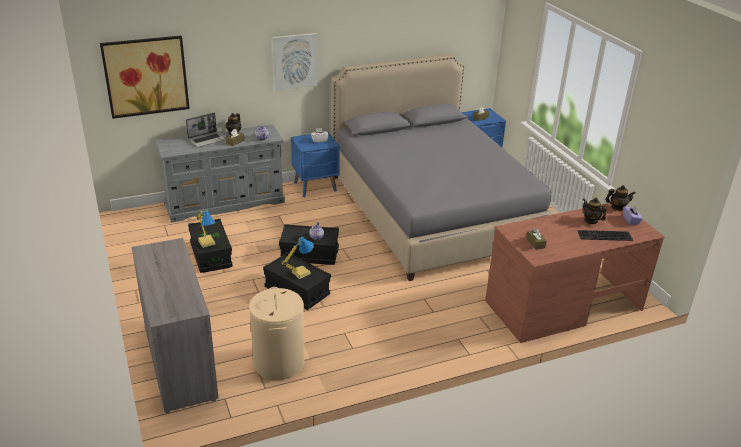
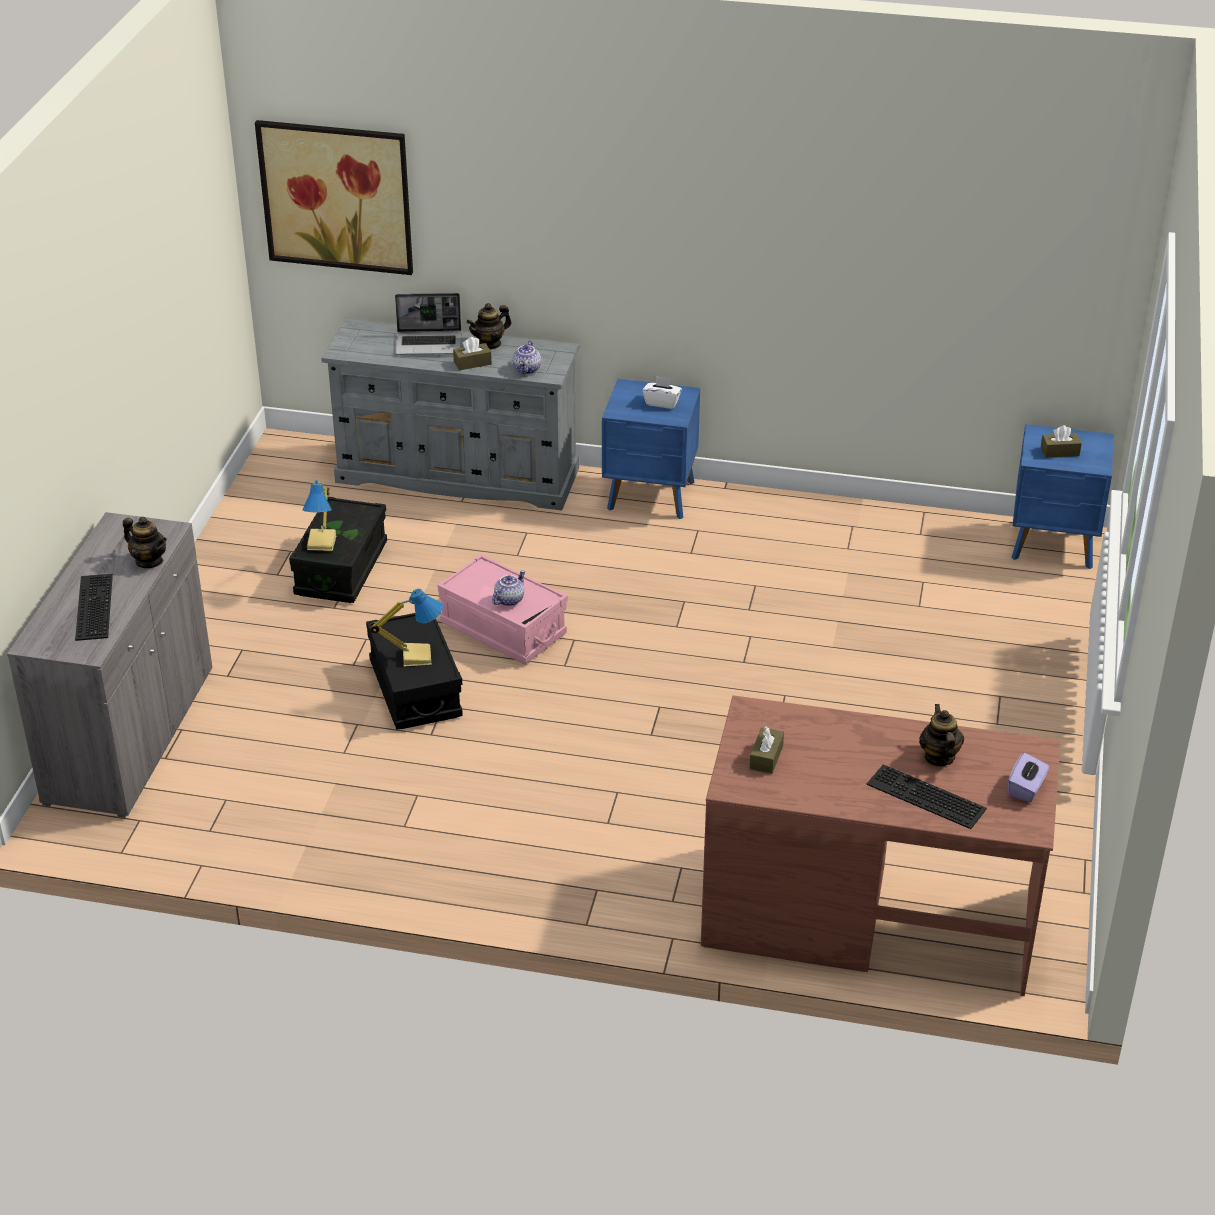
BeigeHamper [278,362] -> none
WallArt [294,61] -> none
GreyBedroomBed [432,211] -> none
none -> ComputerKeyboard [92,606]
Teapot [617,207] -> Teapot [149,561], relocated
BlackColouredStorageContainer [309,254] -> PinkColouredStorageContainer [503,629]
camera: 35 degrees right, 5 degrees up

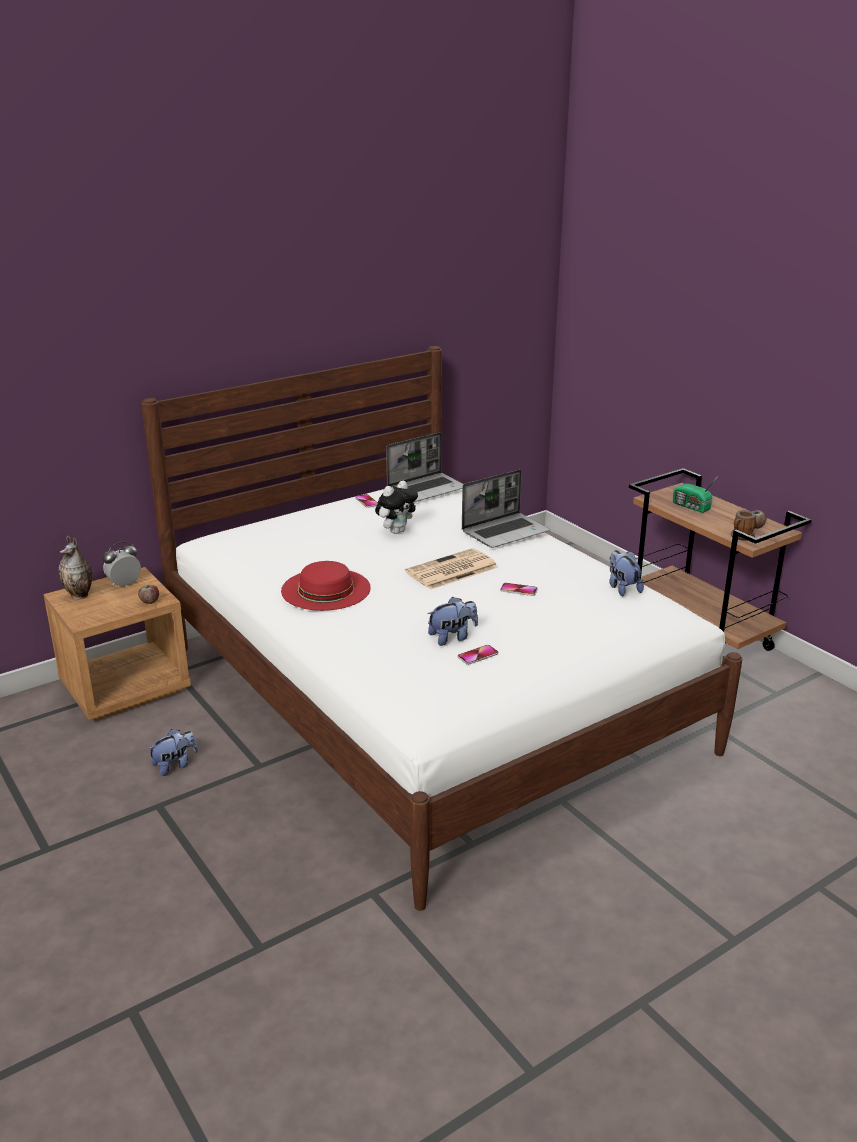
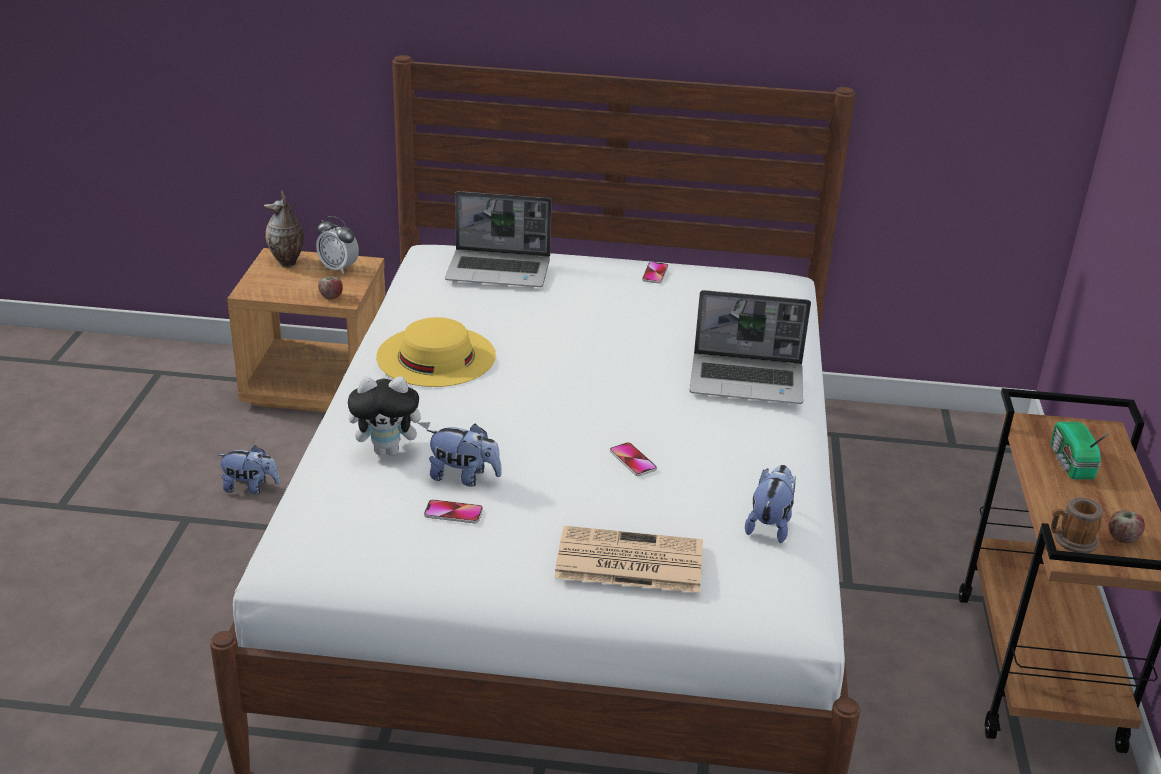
CuddlyToy [396,531] -> CuddlyToy [389,450], relocated
NotebookComputer [427,489] -> NotebookComputer [500,271], relocated
Newspaper [451,570] -> Newspaper [627,561], relocated
RedColouredClothingHat [325,589] -> YellowClothingHat [436,356]
AlarmClock [124,584] -> AlarmClock [338,268], 150 degrees counterclockwise
camera: 40 degrees right, 5 degrees up

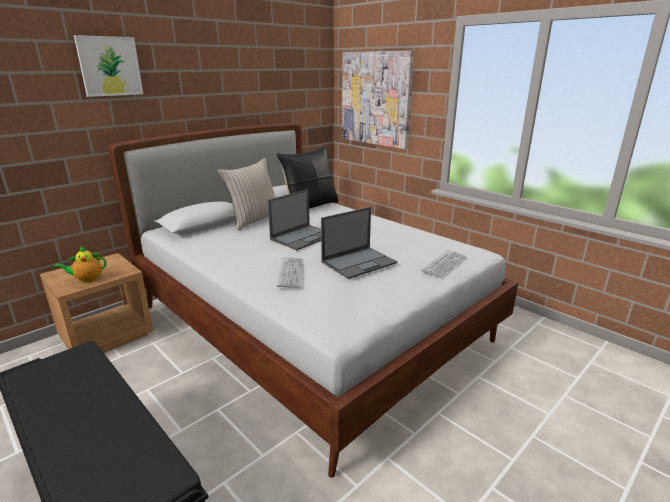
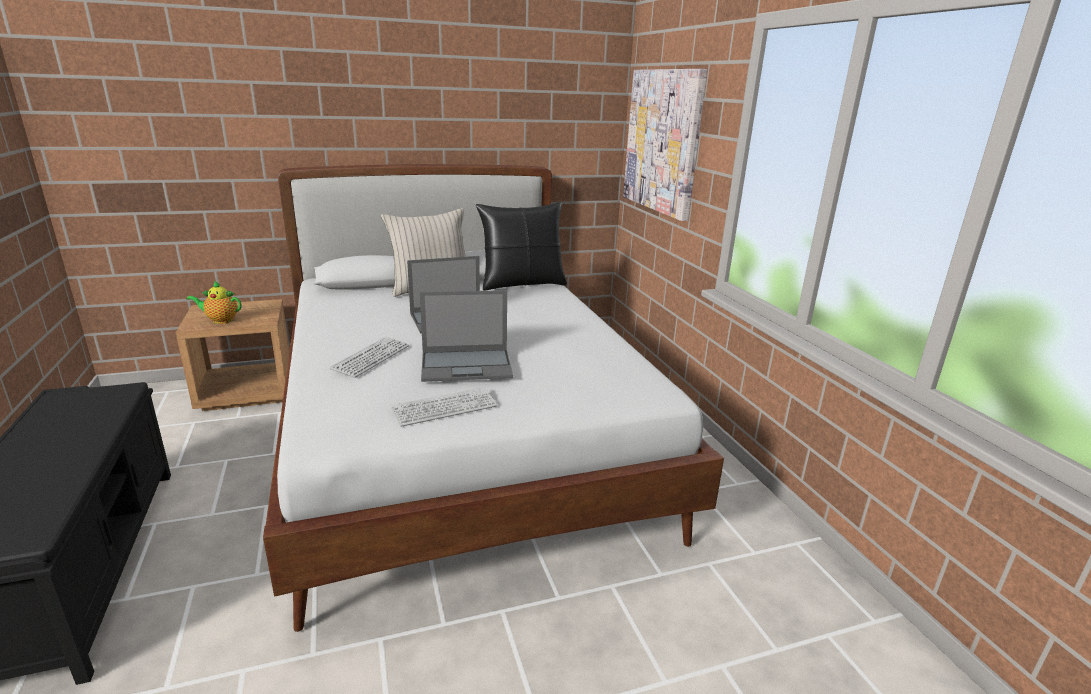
WallArt [110,66] -> none
ComputerKeyboard [444,264] -> ComputerKeyboard [444,408], relocated
camera: 25 degrees right, 0 degrees up

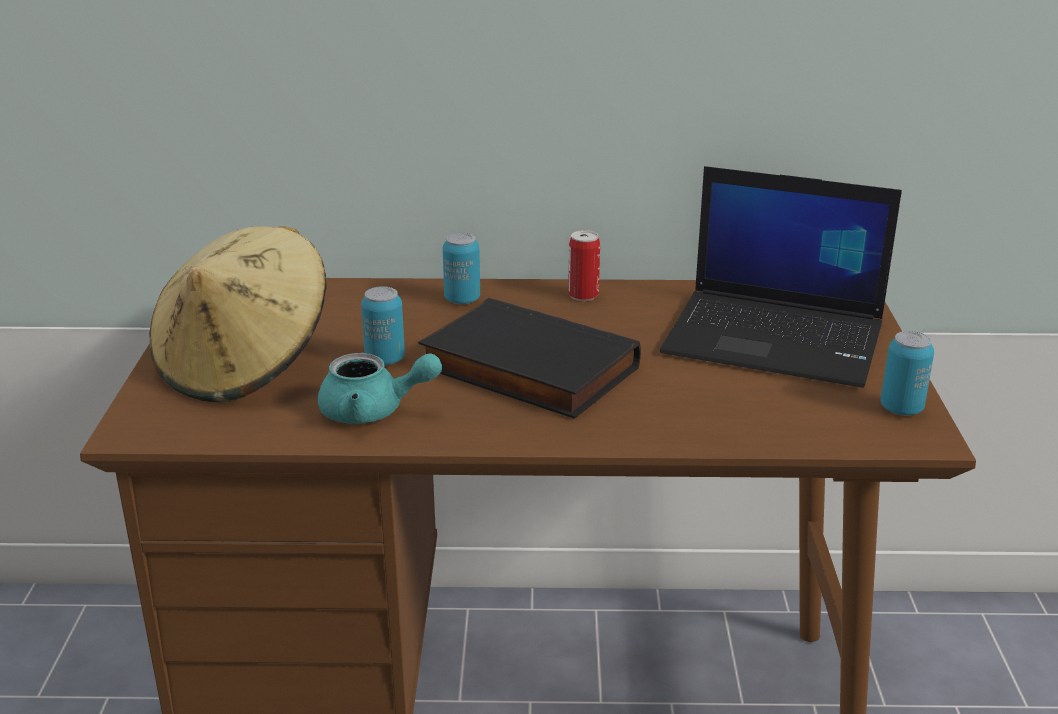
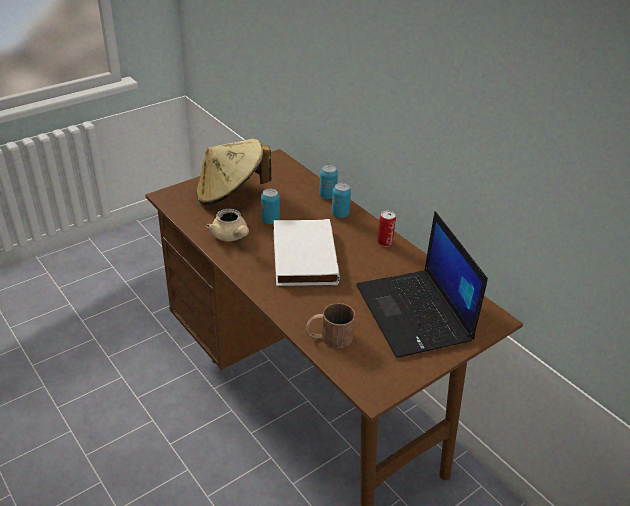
none -> BrownColouredMug [329,337]
MetalCan [901,408] -> MetalCan [327,195], relocated
TurquoiseColouredTeapot [373,411] -> BeigeTeapot [231,236]
BlackColouredBook [525,369] -> WhitishBook [302,256]
camera: 50 degrees right, 10 degrees up

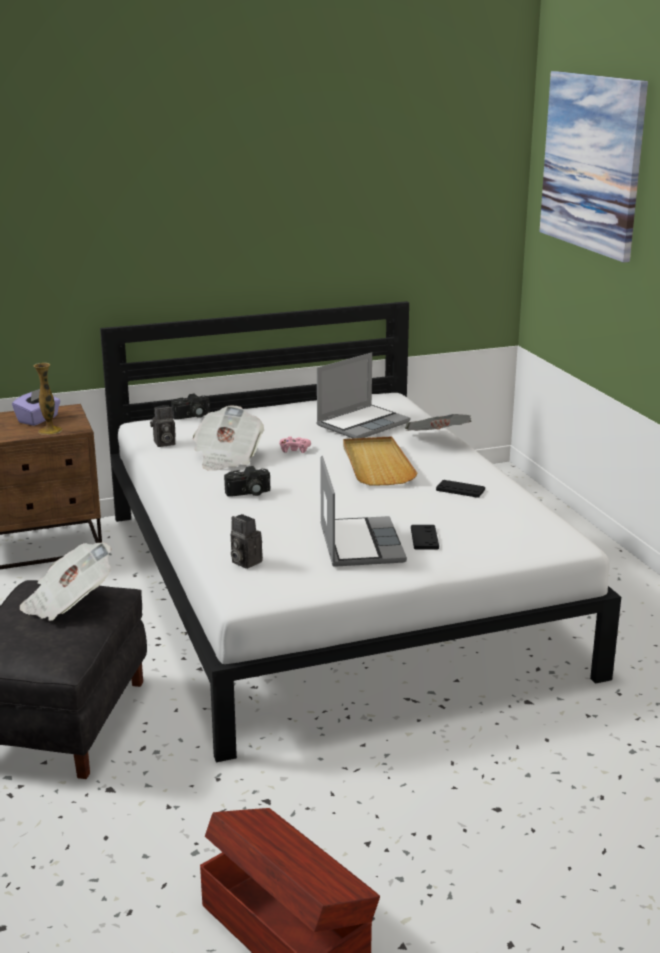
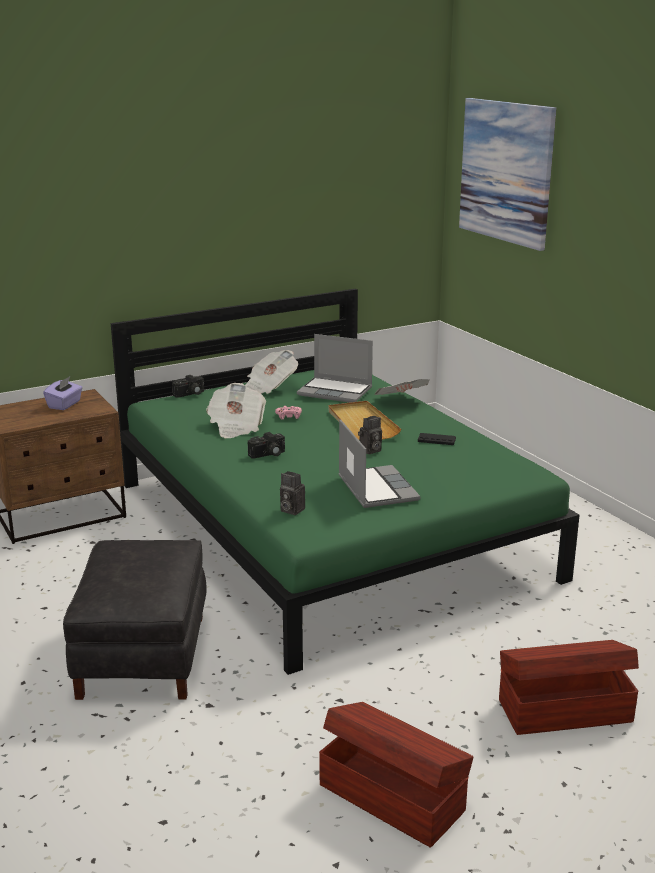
Vase [50,430] -> none
BlackColouredJoypad [424,538] -> none
none -> BrownColouredStorageContainer [563,709]
Newspaper [68,603] -> Newspaper [269,387], relocated
PhotoCamera [163,443] -> PhotoCamera [370,450], relocated
WhitishBedroomBed [331,588] -> GreenBedroomBed [328,528]
NotebookComputer [363,423] -> NotebookComputer [336,391], 75 degrees clockwise
camera: 10 degrees left, 0 degrees up

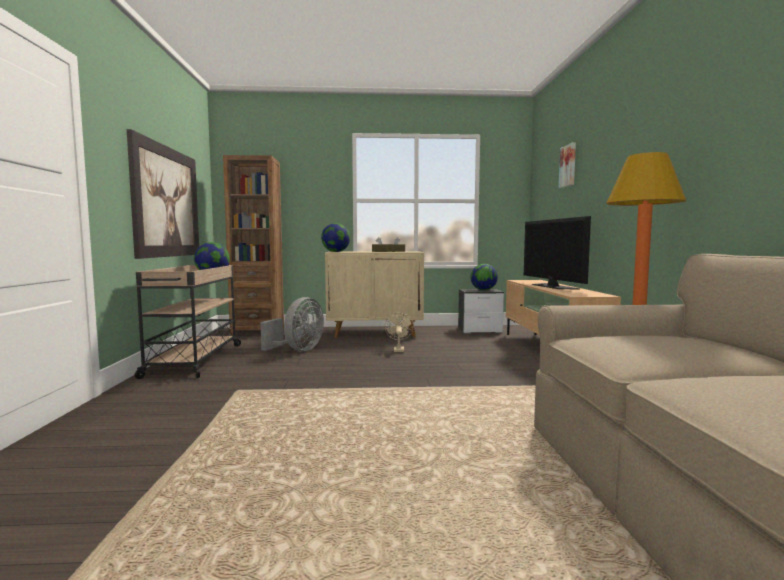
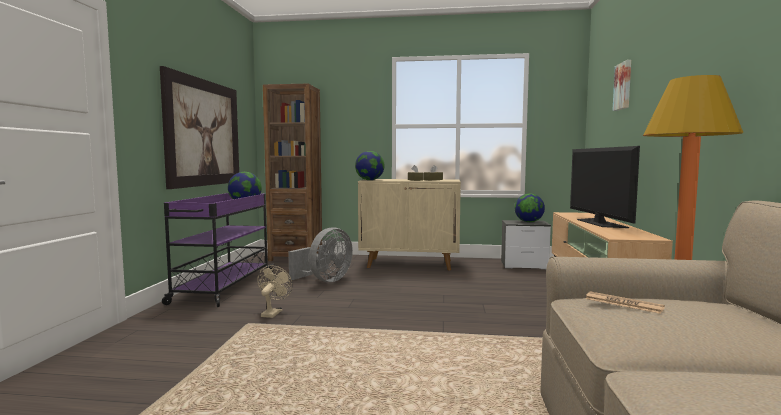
none -> Newspaper [623,303]
BeigeElectricFan [398,349] -> BeigeElectricFan [273,312], relocated
BeigeTrolley [194,360] -> PurpleTrolley [223,287]
camera: 10 degrees right, 0 degrees up

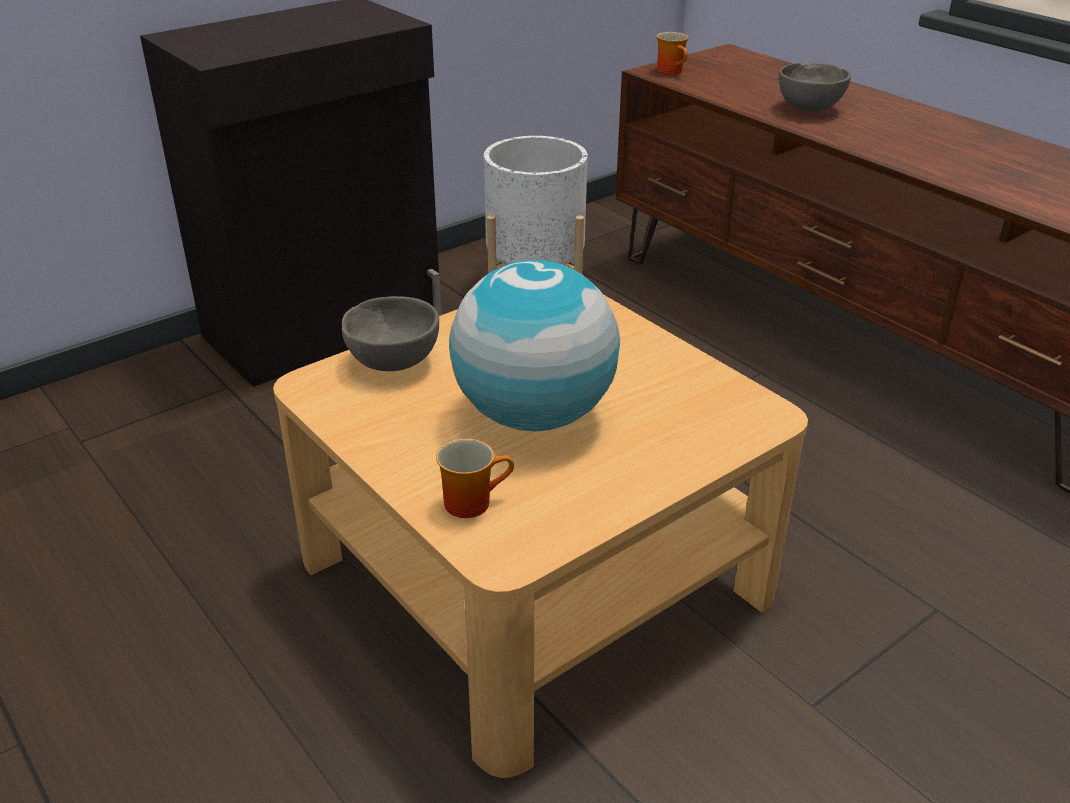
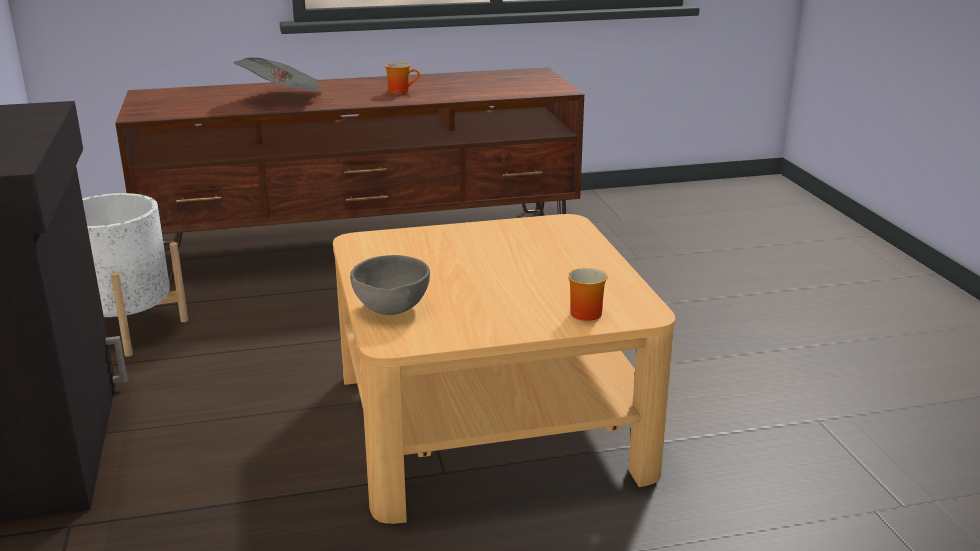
Globe [535,415] -> none
Mug [673,71] -> Mug [401,91], relocated
GreyDeepDish [810,109] -> Newspaper [285,99]
camera: 65 degrees left, 10 degrees down

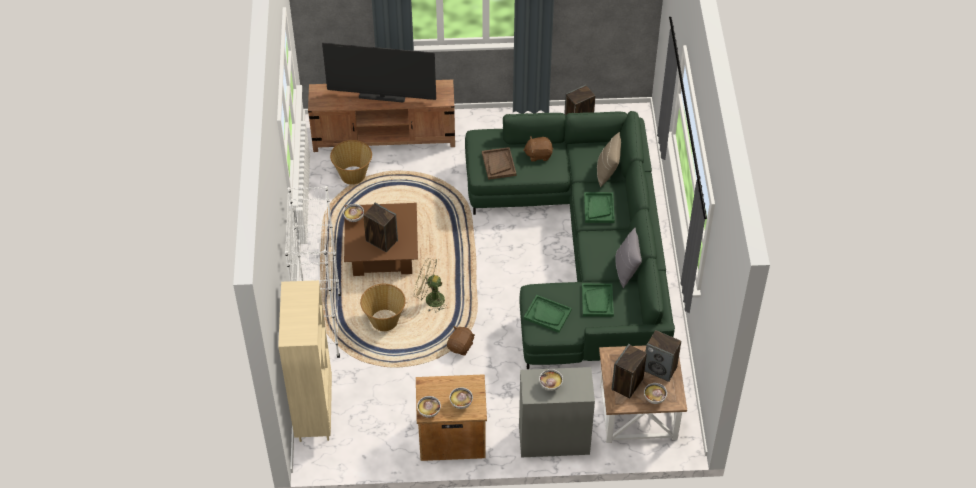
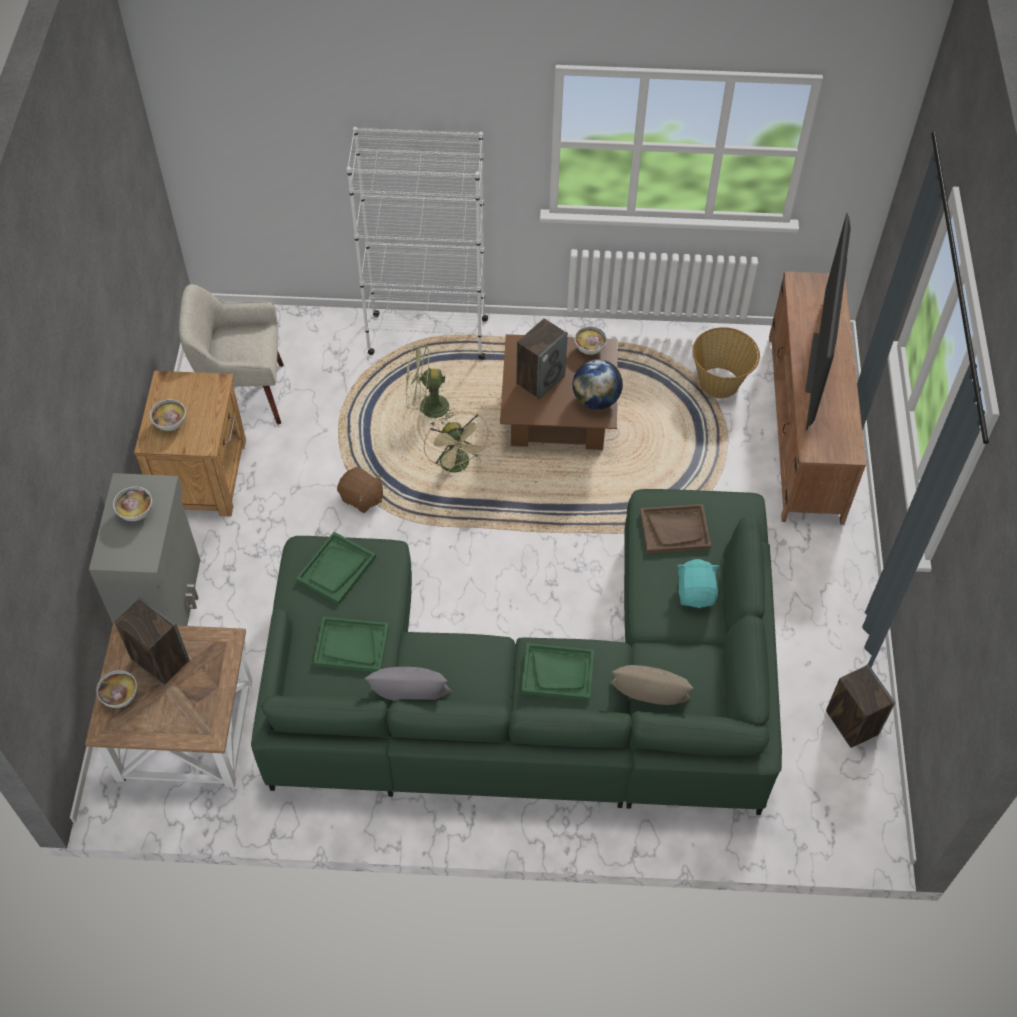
BeigeBookshelf [314,414] -> none
DeepDish [429,412] -> none
Speaker [660,368] -> none
none -> BeigeArmchair [244,394]
none -> Globe [596,400]
Basket [384,320] -> GreenElectricFan [427,408]
BrownColouredCuddlyToy [538,154] -> TurquoiseColouredCuddlyToy [696,593]
BeigeElectricFan [430,299] -> BeigeElectricFan [458,466], 135 degrees clockwise
camera: 95 degrees right, 5 degrees up

